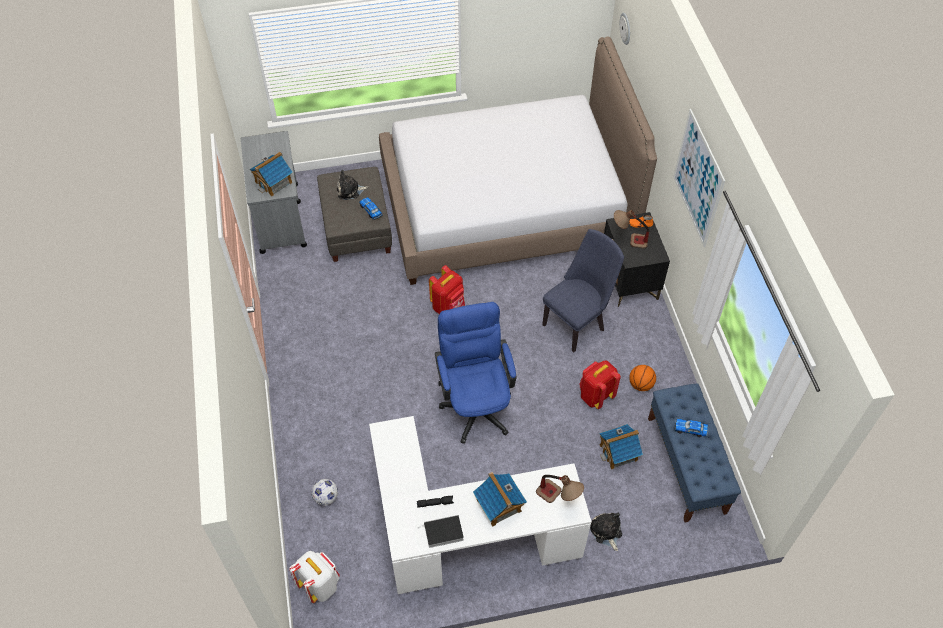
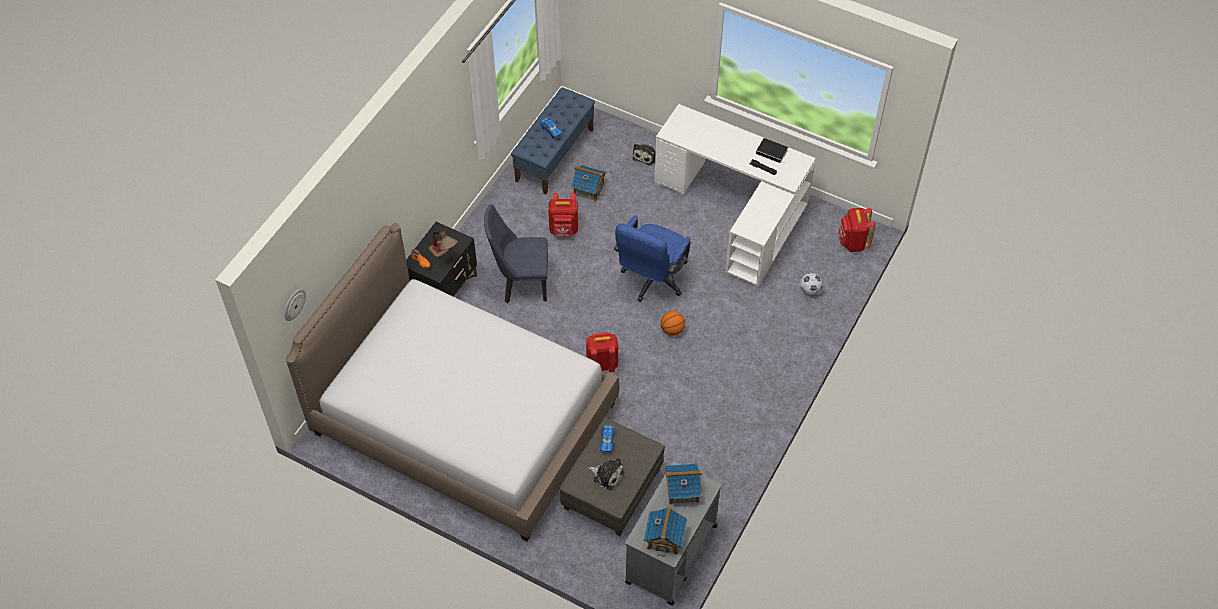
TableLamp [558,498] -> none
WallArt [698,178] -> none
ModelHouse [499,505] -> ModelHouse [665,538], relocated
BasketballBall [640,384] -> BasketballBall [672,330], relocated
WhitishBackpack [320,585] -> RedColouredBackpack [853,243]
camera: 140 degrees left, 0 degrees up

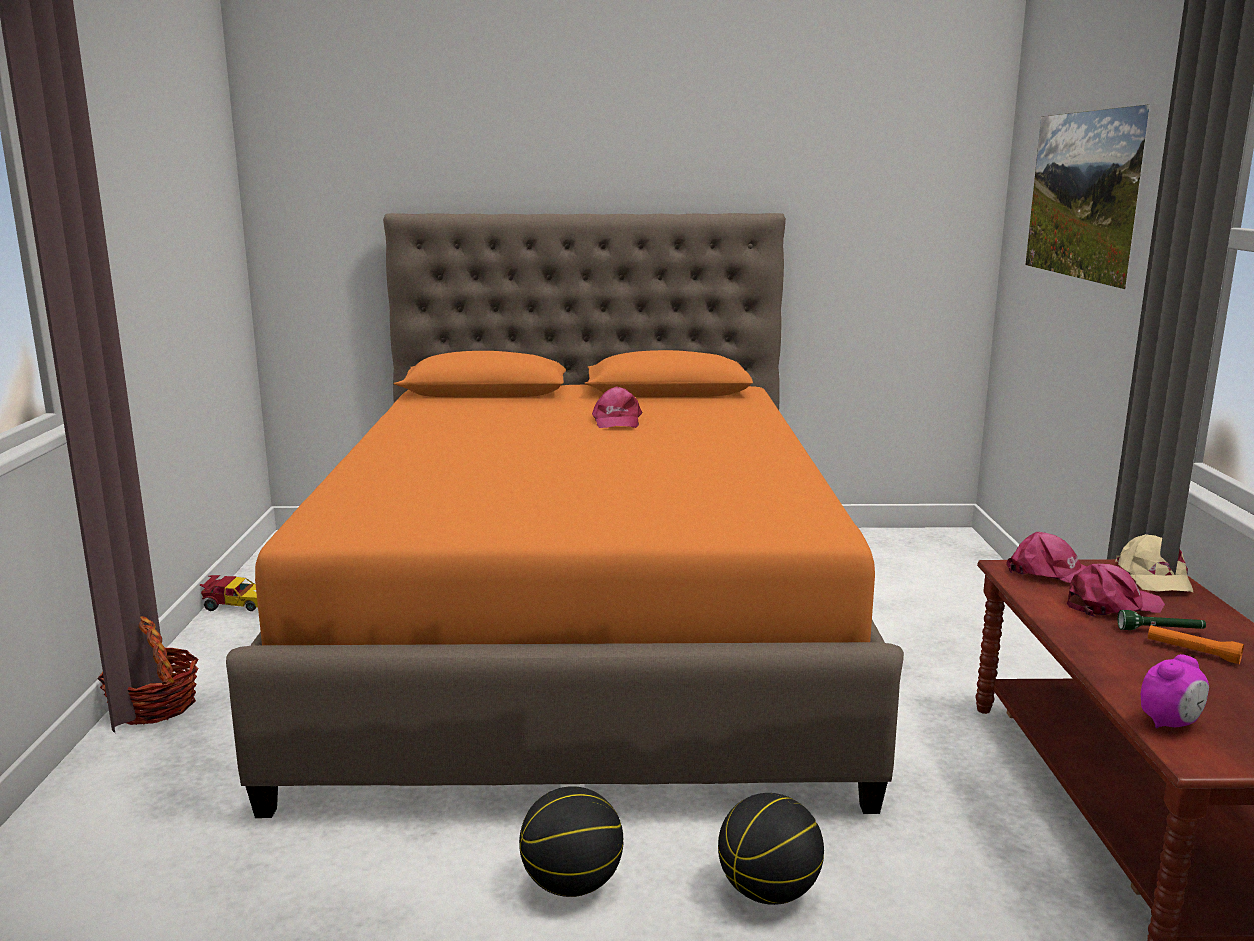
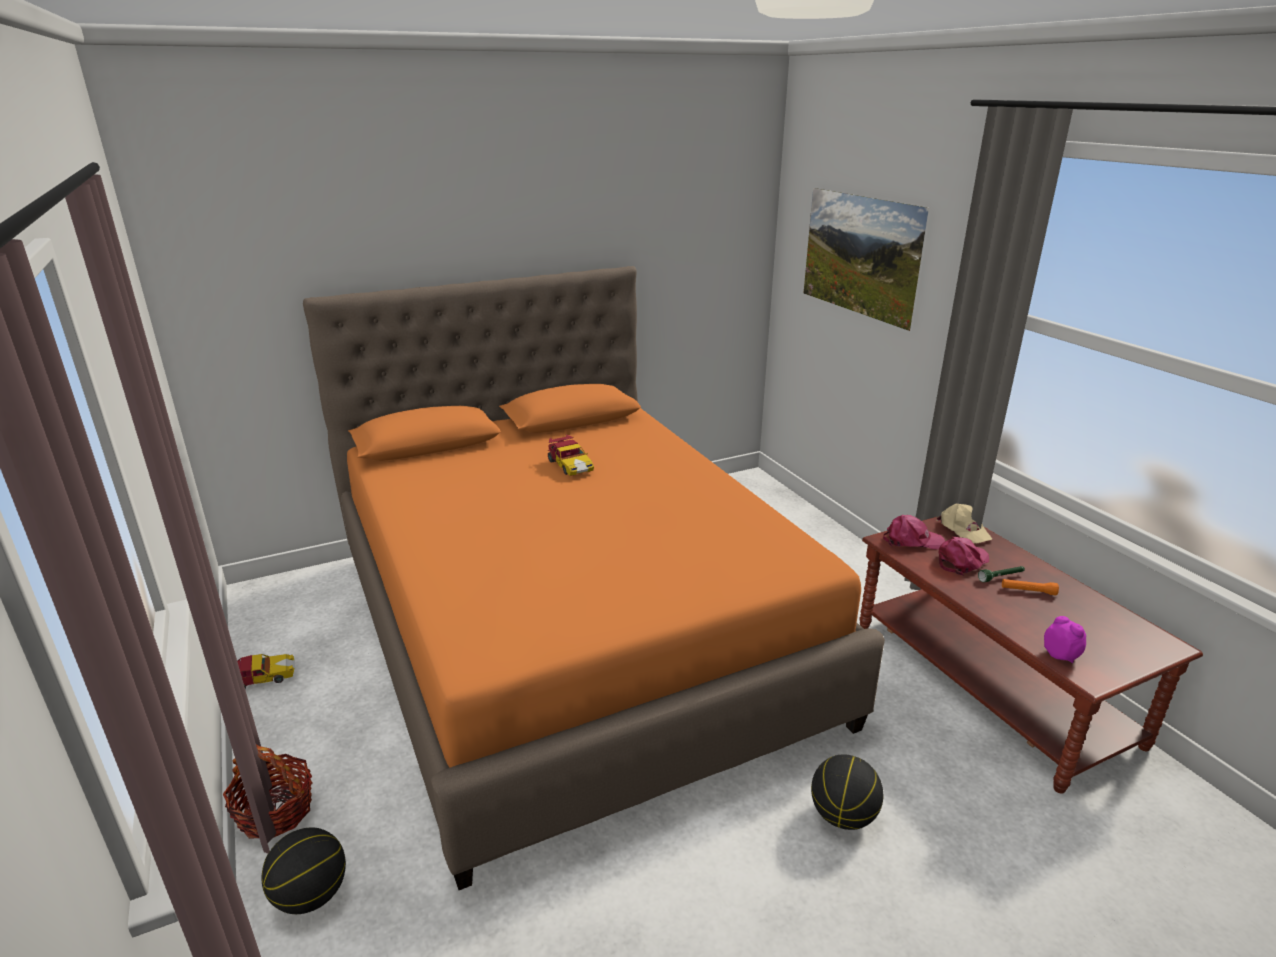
BasketballBall [571,884] -> BasketballBall [311,895], relocated
PinkColouredBaseballCap [616,421] -> MiniatureCar [570,465]
AlarmClock [1170,723] -> AlarmClock [1060,655], 60 degrees counterclockwise
camera: 25 degrees left, 10 degrees up

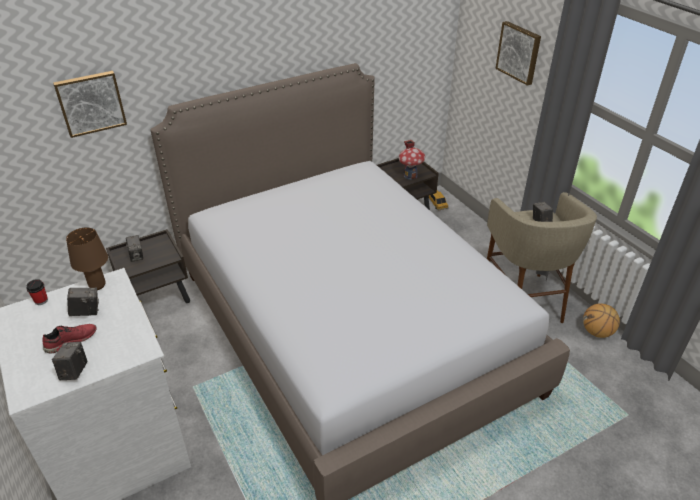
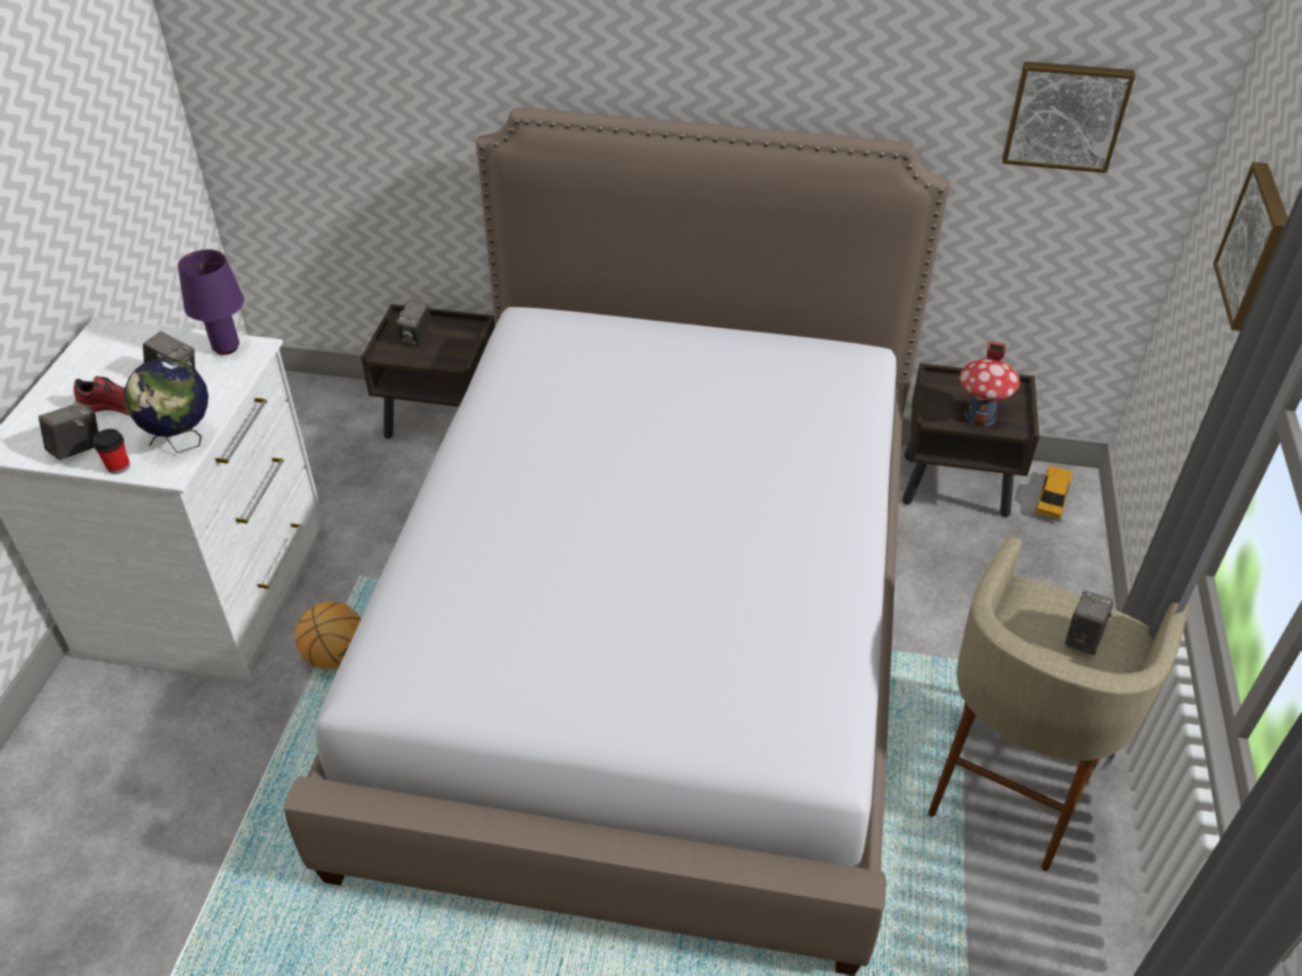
none -> Globe [183,443]
DrinkingCup [41,300] -> DrinkingCup [118,466], relocated
WallArt [90,103] -> WallArt [1065,115], relocated
BasketballBall [597,332] -> BasketballBall [336,656], relocated
BrownColouredTableLamp [97,285] -> PurpleTableLamp [226,347]
camera: 40 degrees right, 5 degrees up

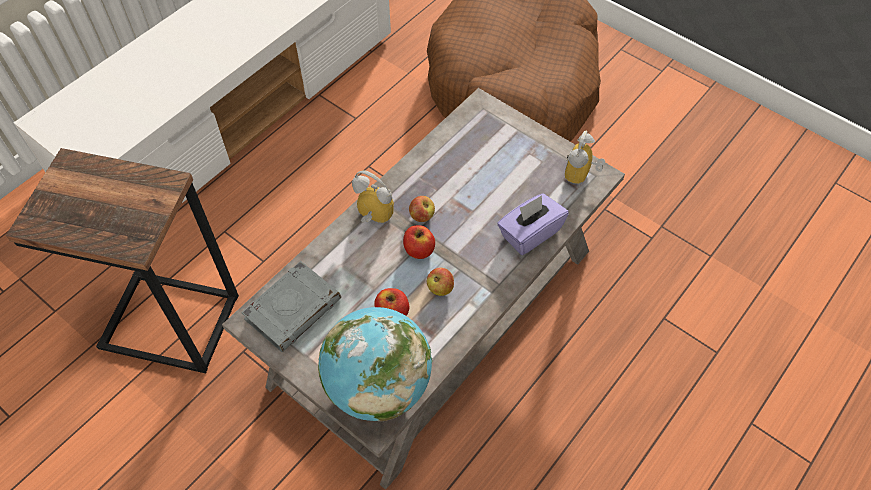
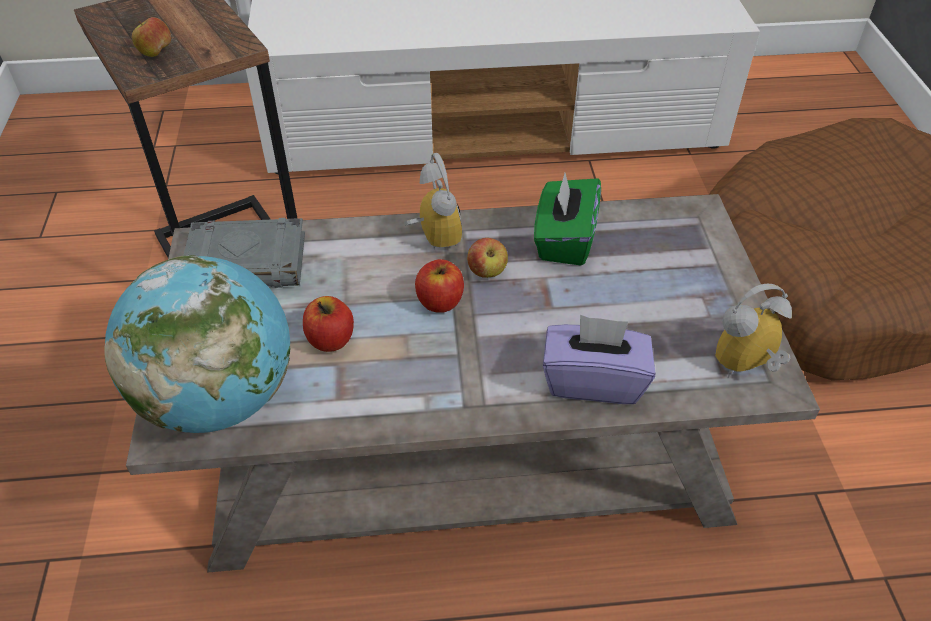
none -> GreenBoxOfTissues [564,240]
WholeApple [440,288] -> WholeApple [156,53], relocated
camera: 45 degrees right, 10 degrees down

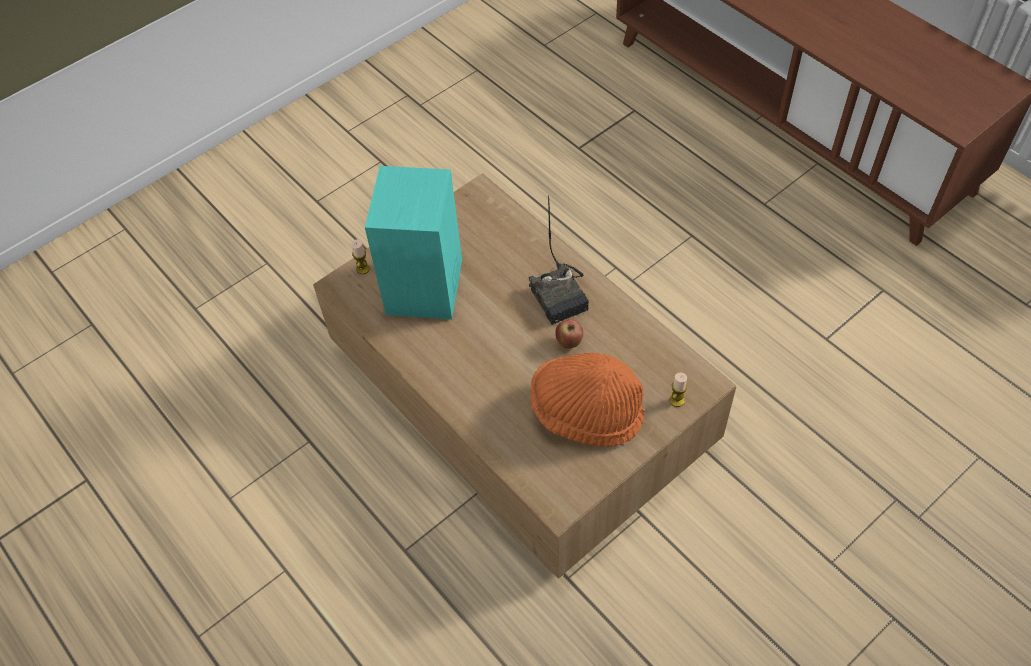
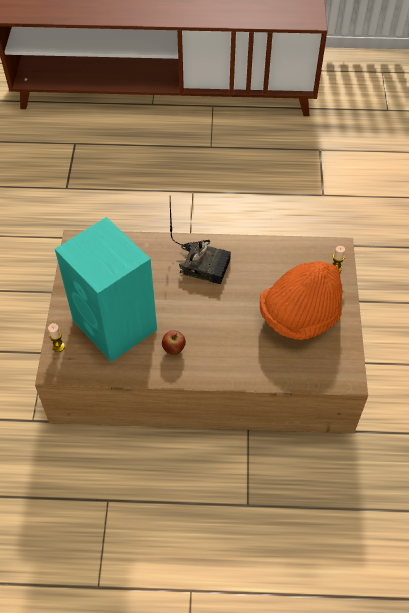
WholeApple [569,343] -> WholeApple [174,350], relocated
camera: 50 degrees left, 0 degrees up

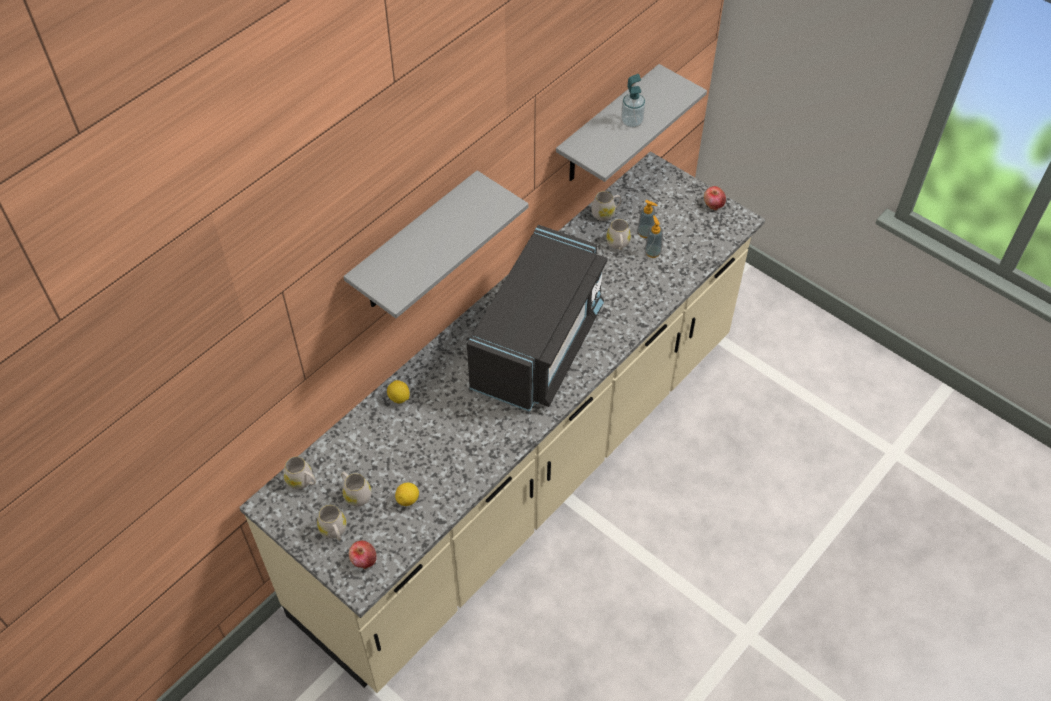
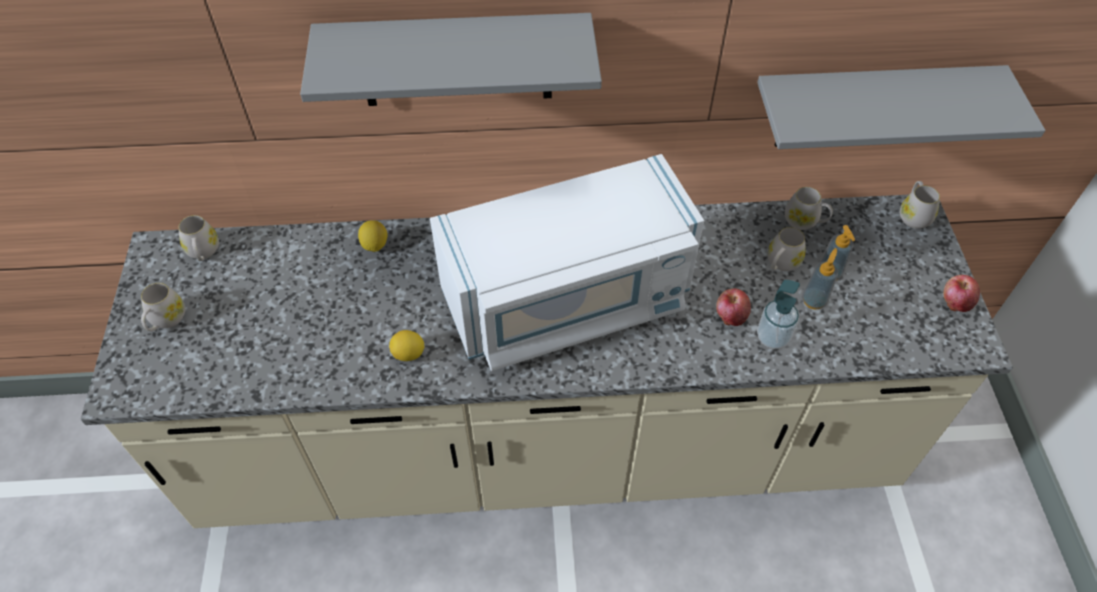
WhitishMug [355,494] -> WhitishMug [913,215], relocated
WholeApple [363,560] -> WholeApple [730,316], relocated
WholeLemon [408,499] -> WholeLemon [408,354], relocated
SoapDispenser [632,122] -> SoapDispenser [772,337], relocated
BlackColouredMicrowave [538,345] -> WhitishMicrowave [567,300]
camera: 45 degrees right, 0 degrees up

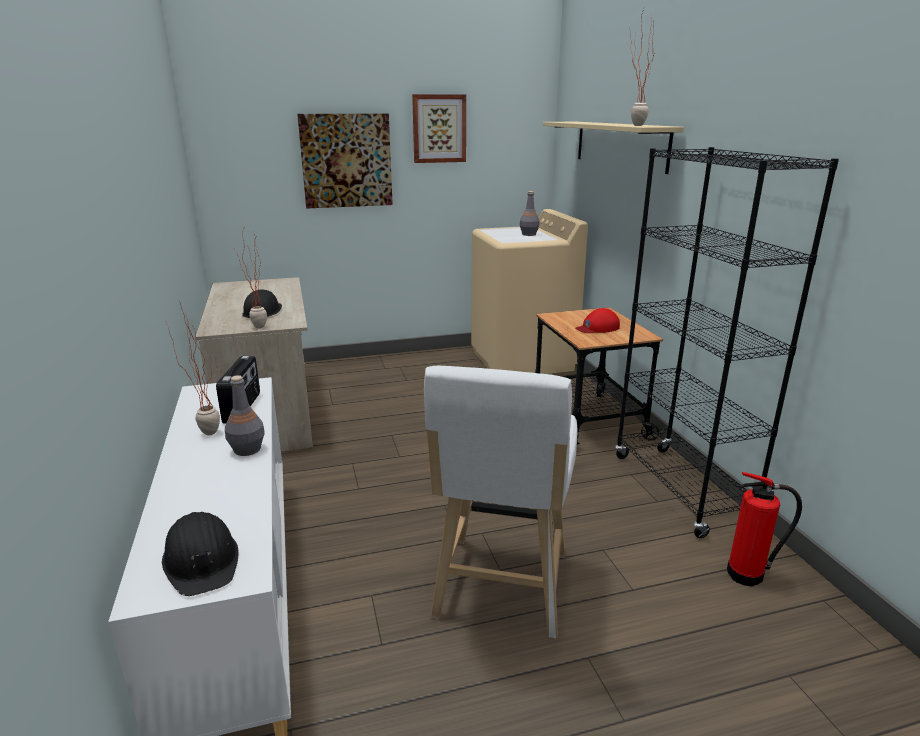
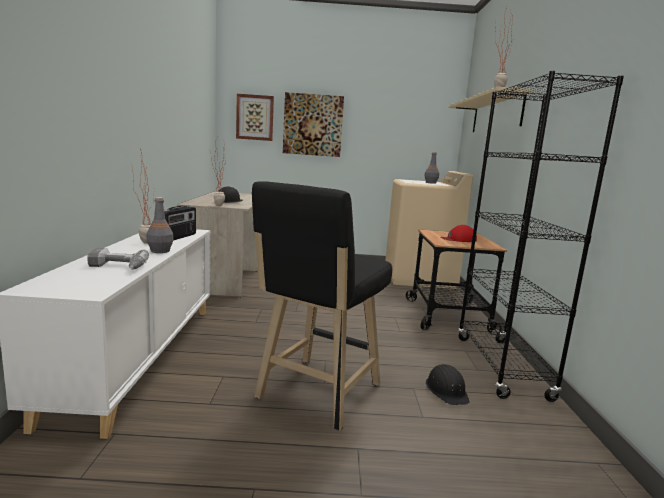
FireFightingCylinder [748,575] -> none
none -> PowerDrill [117,267]
BlackColouredSafetyHelmet [202,561] -> BlackColouredSafetyHelmet [447,390], relocated
WallArt [439,128] -> WallArt [255,117], relocated
WhitishStool [500,591] -> BlackColouredStool [315,394]
camera: 15 degrees right, 10 degrees down

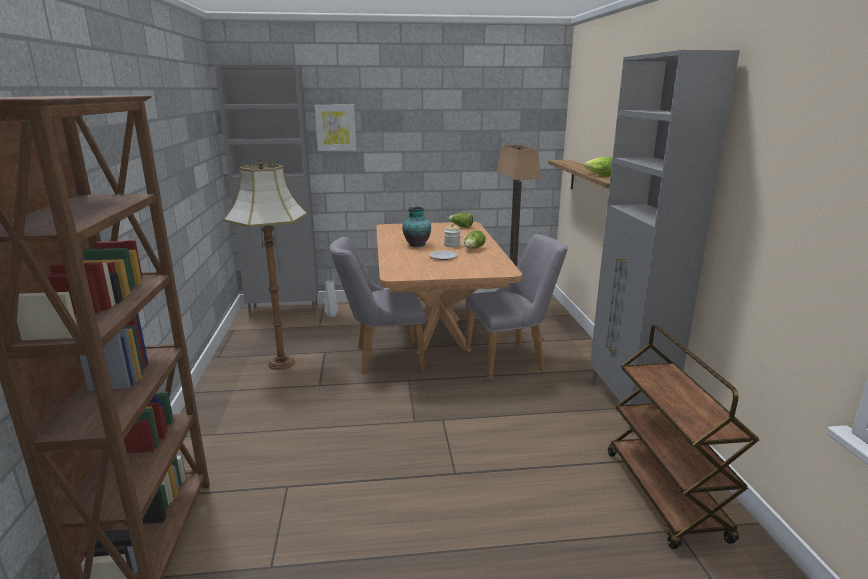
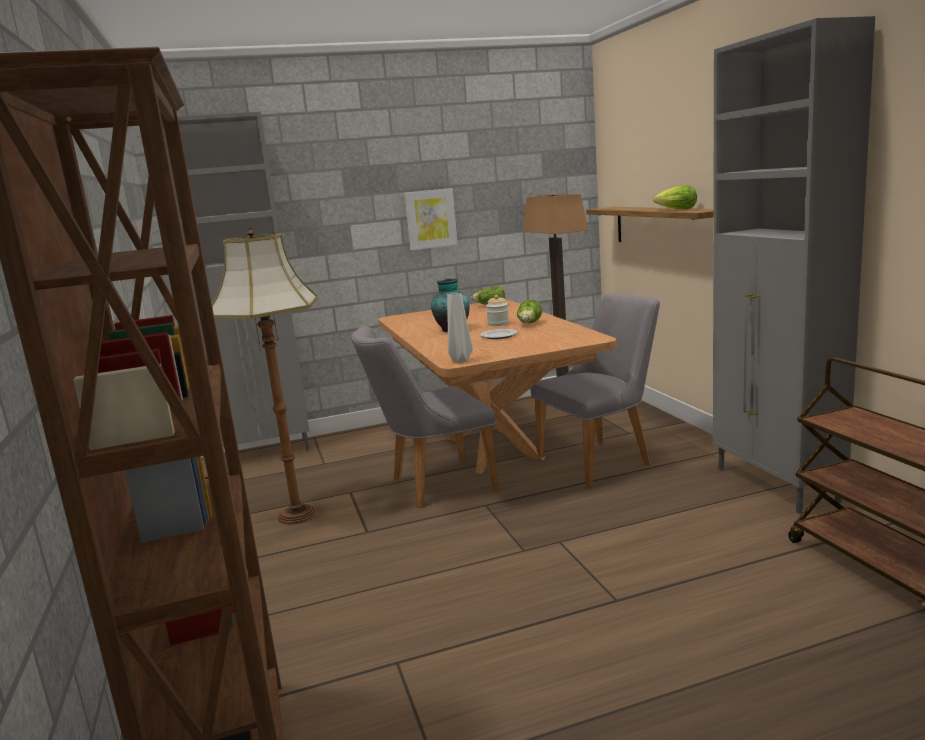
WallArt [336,127] -> WallArt [430,219], relocated
GreyVase [332,315] -> GreyVase [461,360], relocated
camera: 10 degrees left, 5 degrees down

